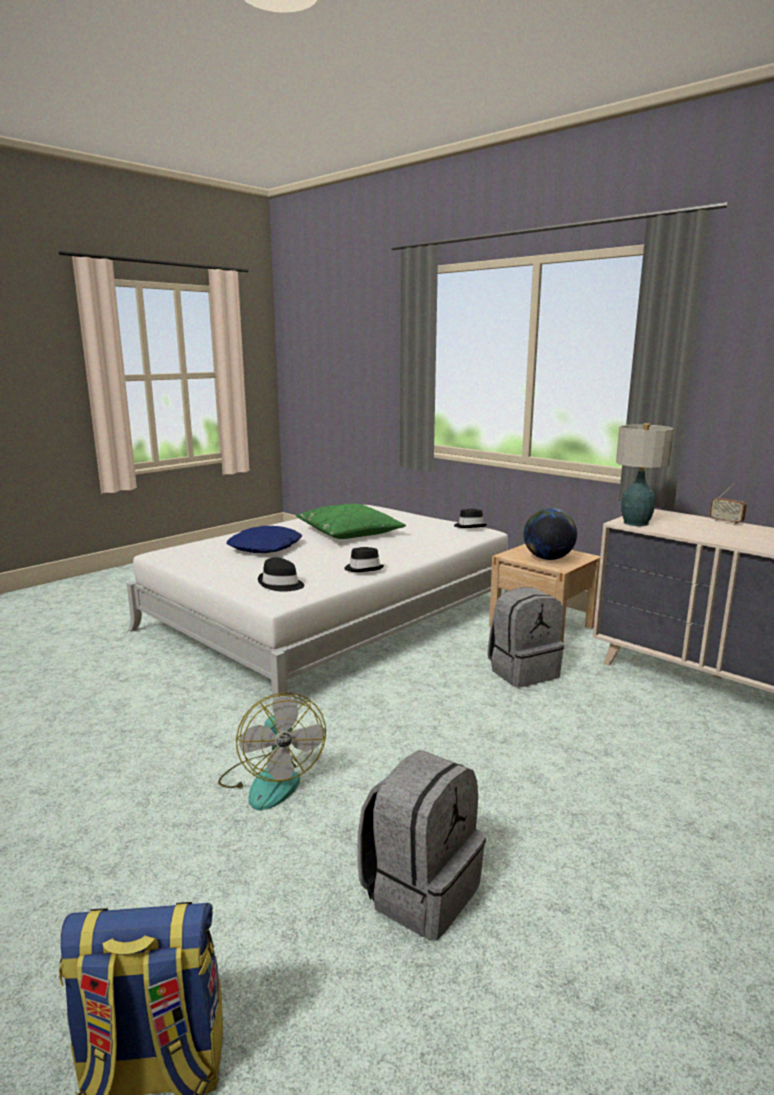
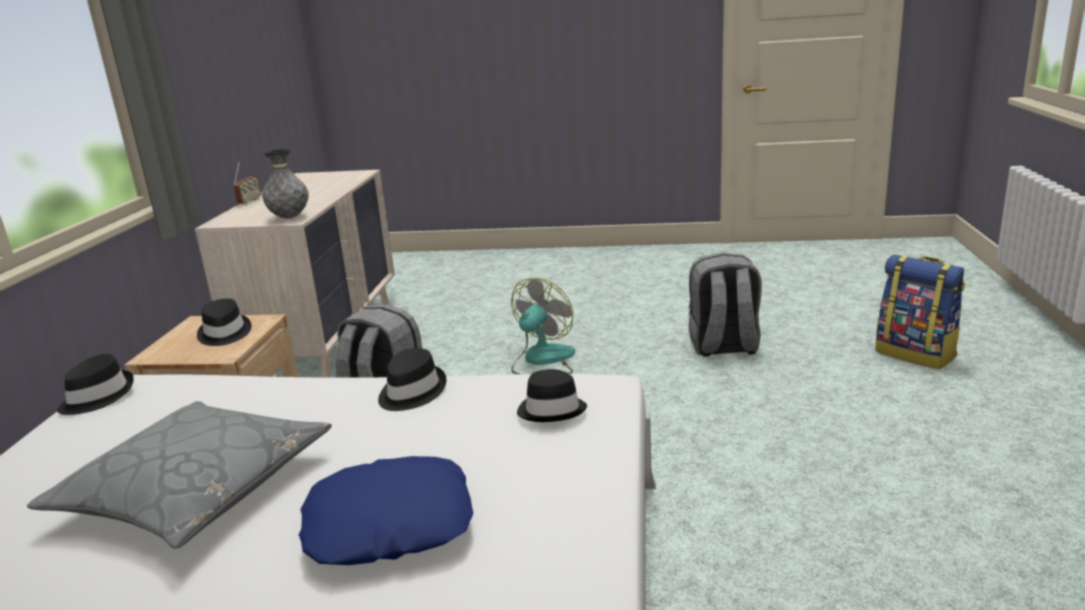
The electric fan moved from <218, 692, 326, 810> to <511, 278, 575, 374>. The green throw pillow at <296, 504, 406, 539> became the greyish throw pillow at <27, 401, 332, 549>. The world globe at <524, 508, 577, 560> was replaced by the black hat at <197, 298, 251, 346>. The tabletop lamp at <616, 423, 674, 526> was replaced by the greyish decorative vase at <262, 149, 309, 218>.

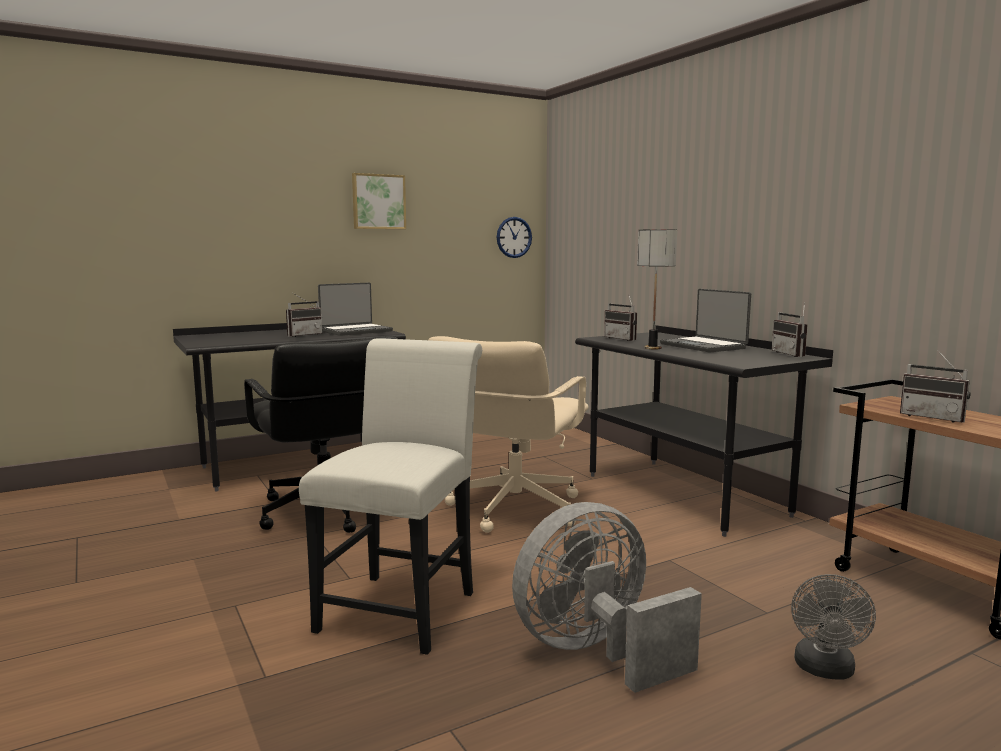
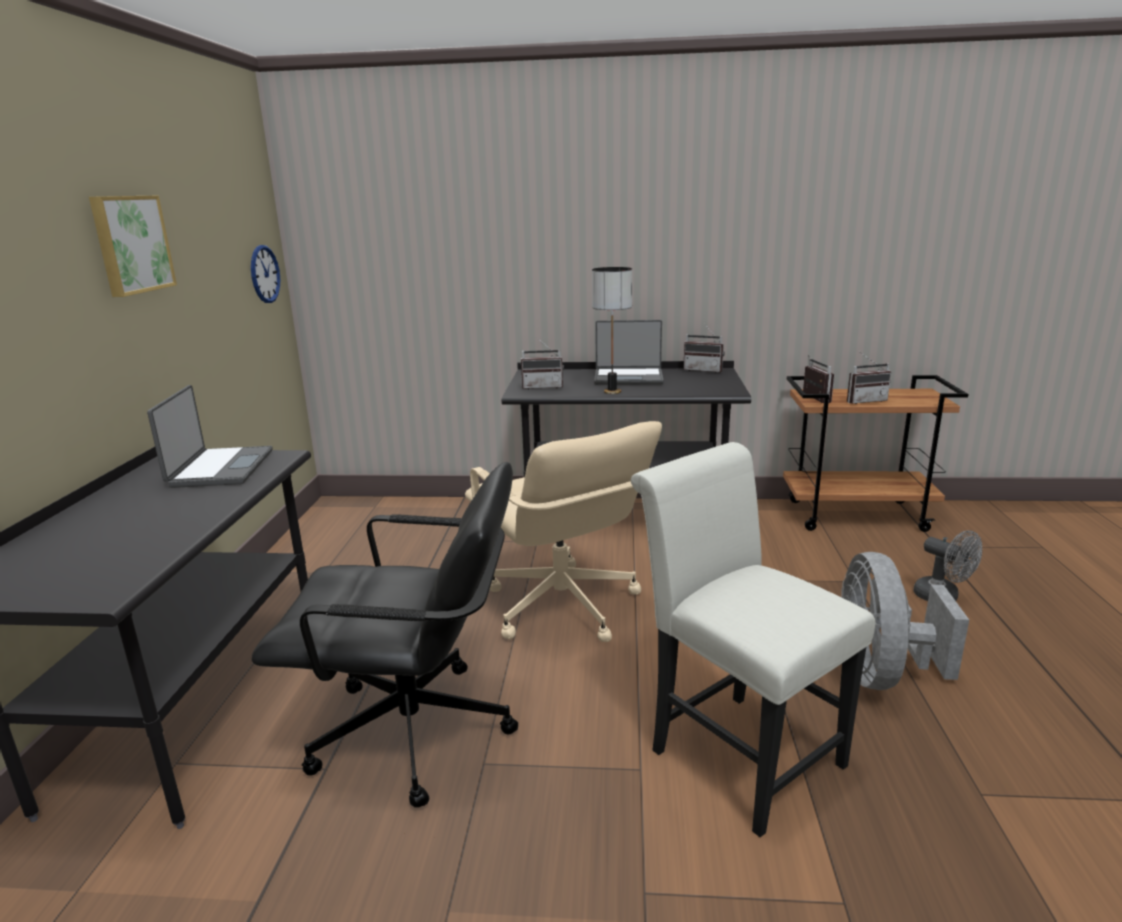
The radio moved from <286, 293, 322, 337> to <803, 356, 834, 404>.

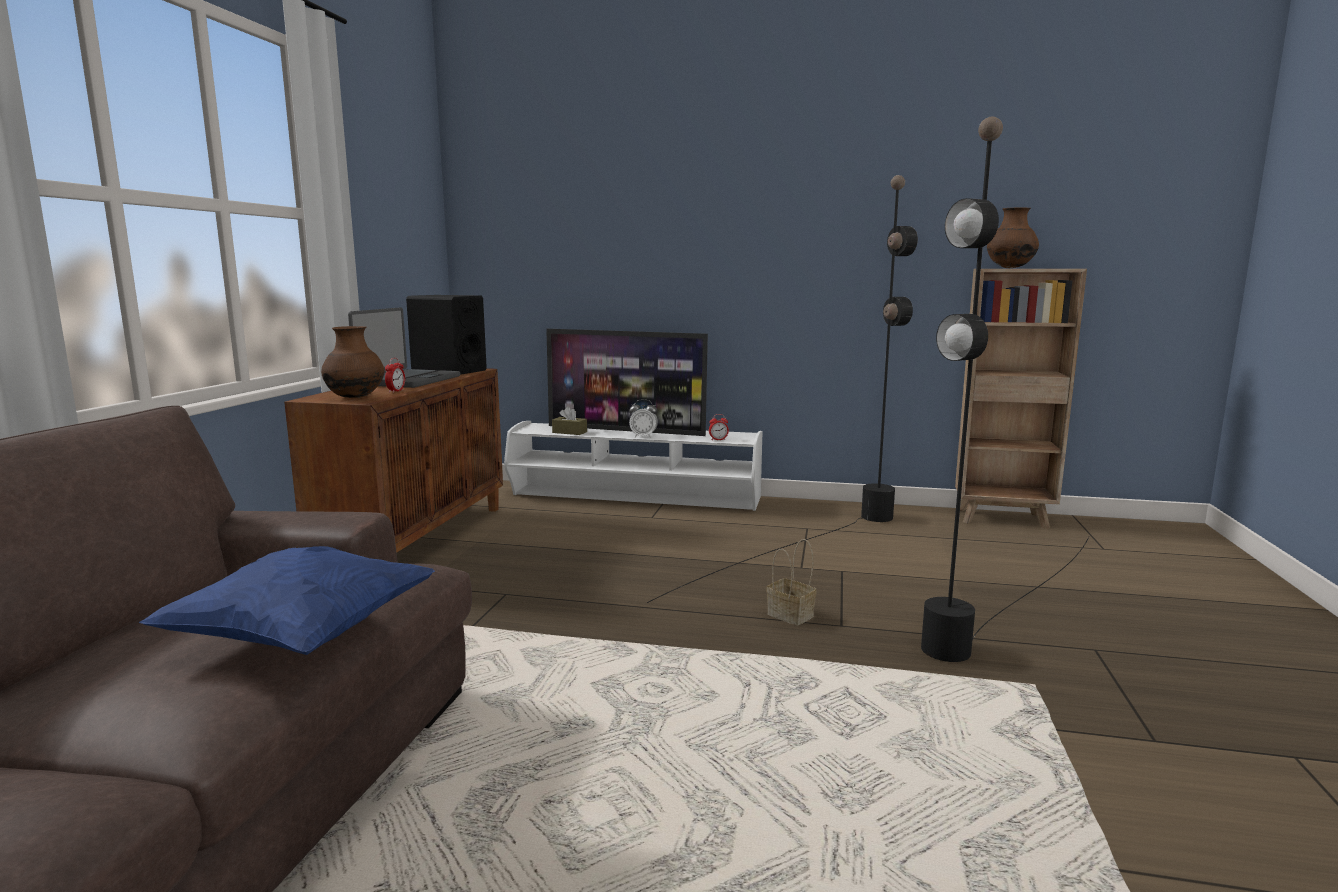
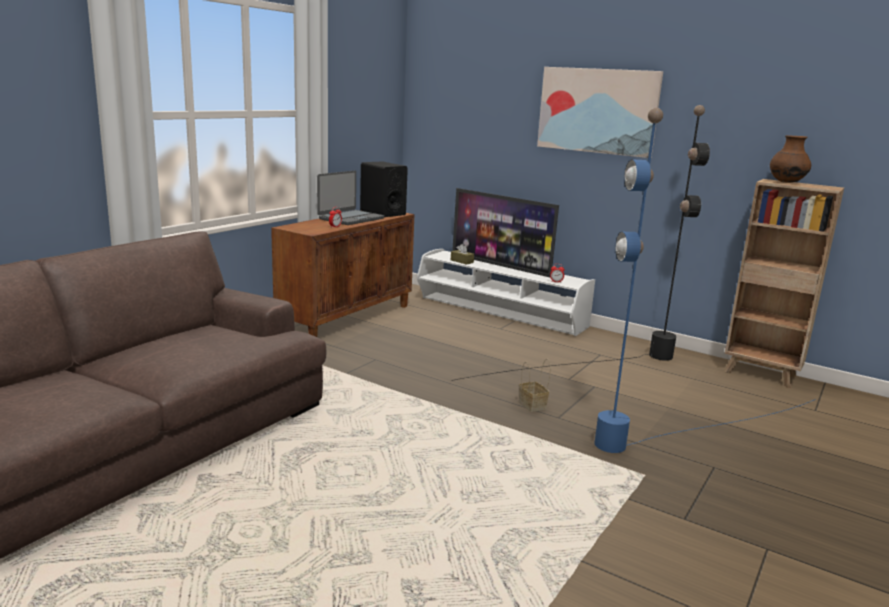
The blue throw pillow at <139, 546, 435, 655> disappeared. The brownish decorative vase at <321, 326, 384, 398> disappeared. The table clock at <629, 399, 658, 438> disappeared. The black standard lamp at <921, 117, 1089, 662> became the blue standard lamp at <595, 108, 816, 453>. The wall art at <537, 67, 663, 158> appeared.

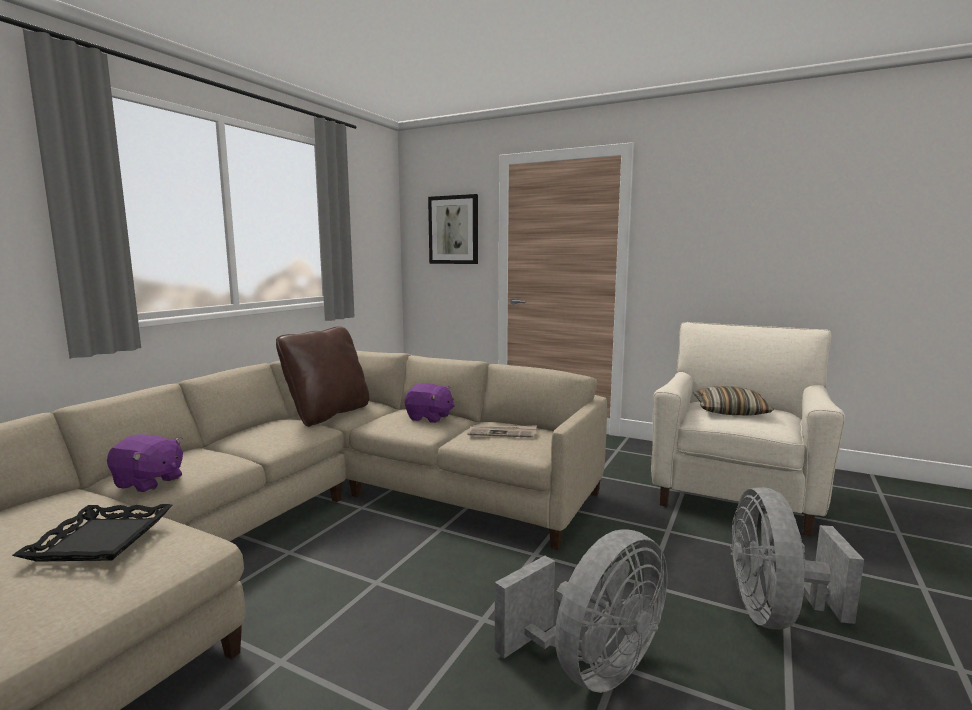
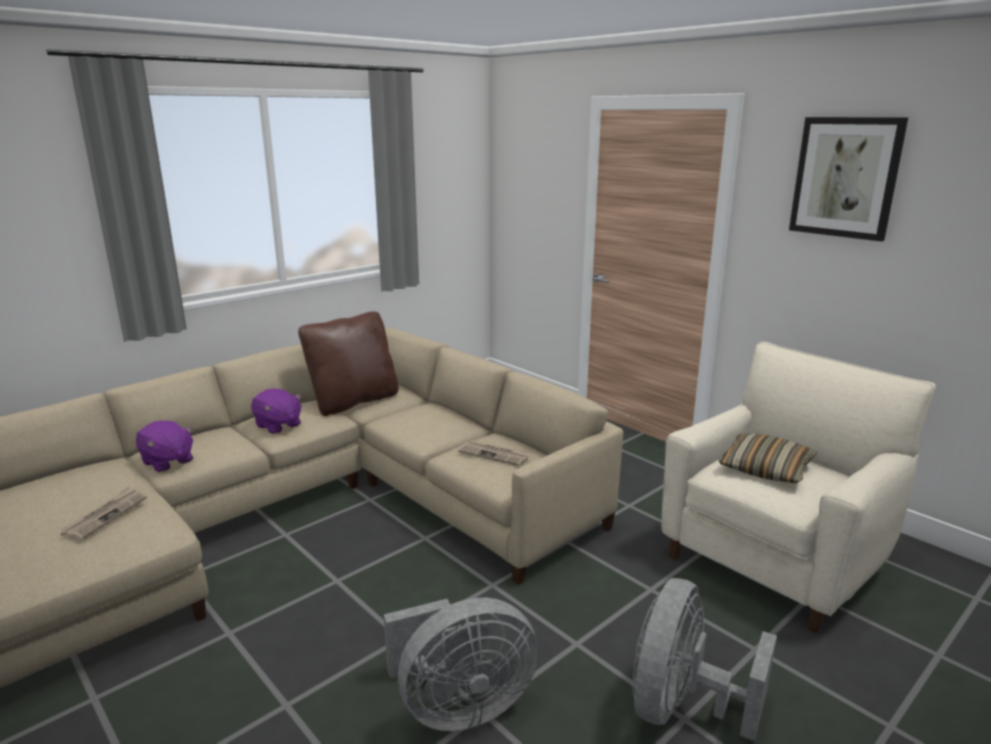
The black tray at <12, 504, 172, 562> was replaced by the printed paper at <60, 486, 147, 541>. The purplish cuddly toy moved from <405, 383, 455, 423> to <251, 389, 302, 434>. The wall art moved from <428, 194, 478, 264> to <789, 117, 908, 242>.

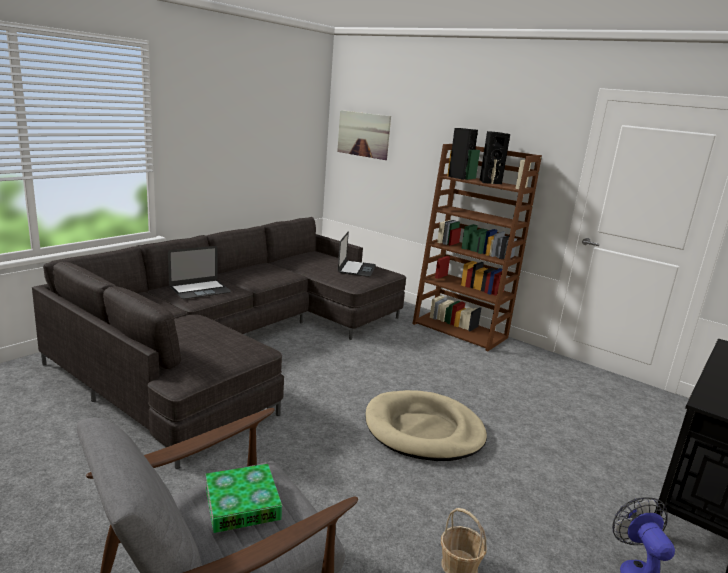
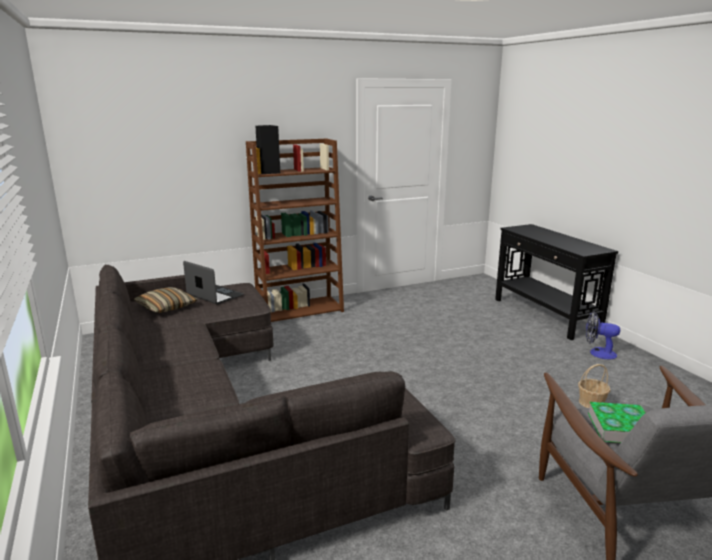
The portable computer at <168, 246, 231, 299> disappeared. The wall art at <337, 110, 391, 160> disappeared. The sand-coloured dog bed at <366, 390, 487, 461> disappeared. The black speaker at <480, 131, 510, 184> disappeared. The throw pillow at <134, 287, 198, 313> appeared.

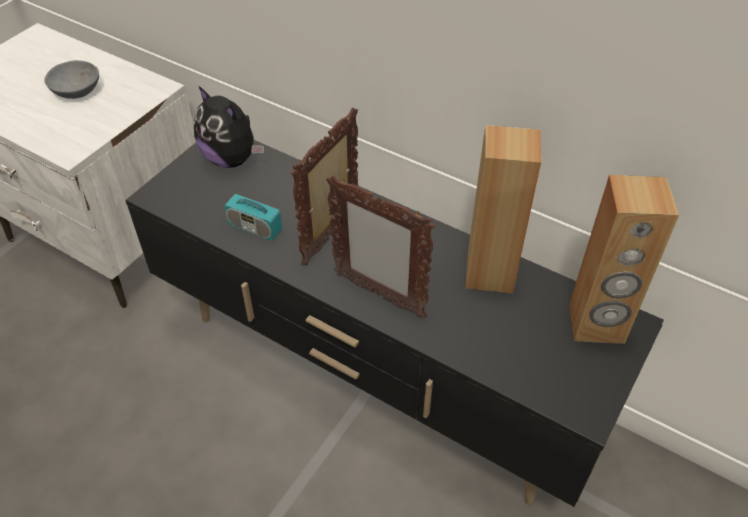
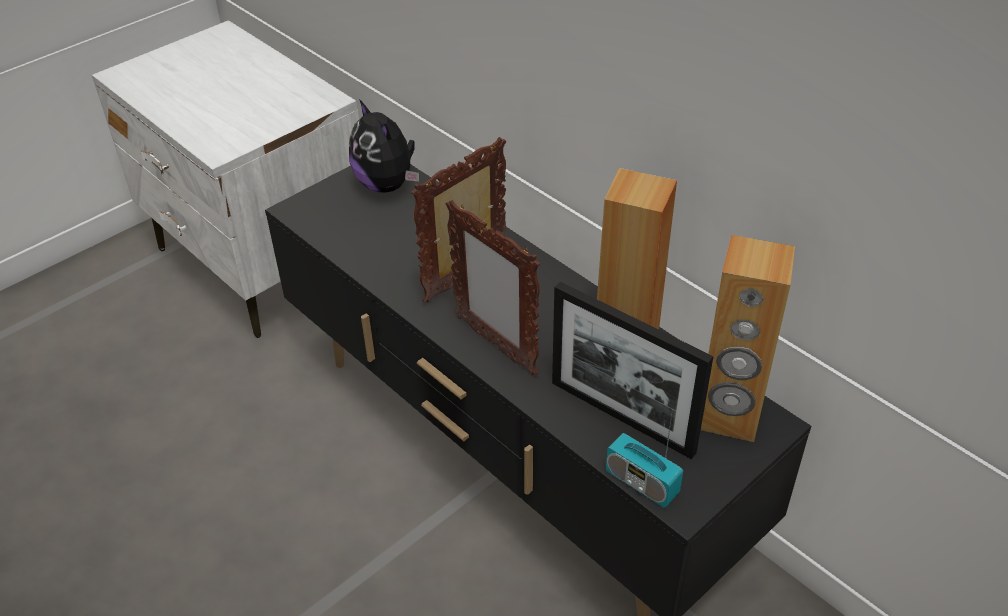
The greyish deep dish at <44, 60, 99, 99> disappeared. The radio moved from <224, 168, 282, 241> to <606, 409, 683, 508>. The standing frame at <552, 282, 713, 459> appeared.

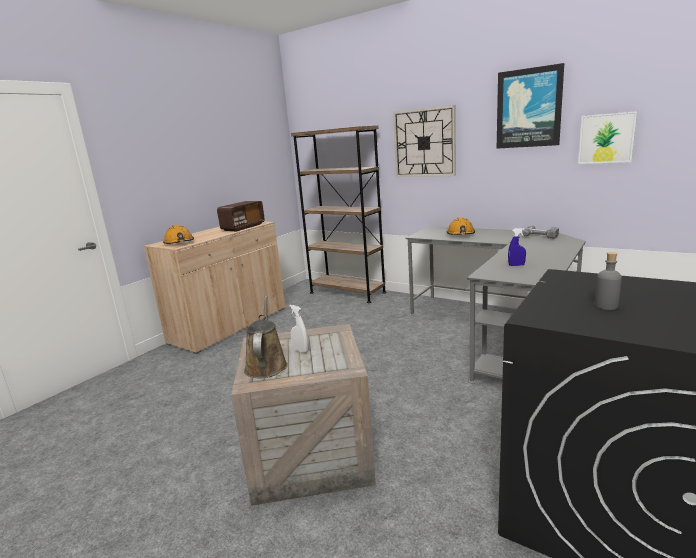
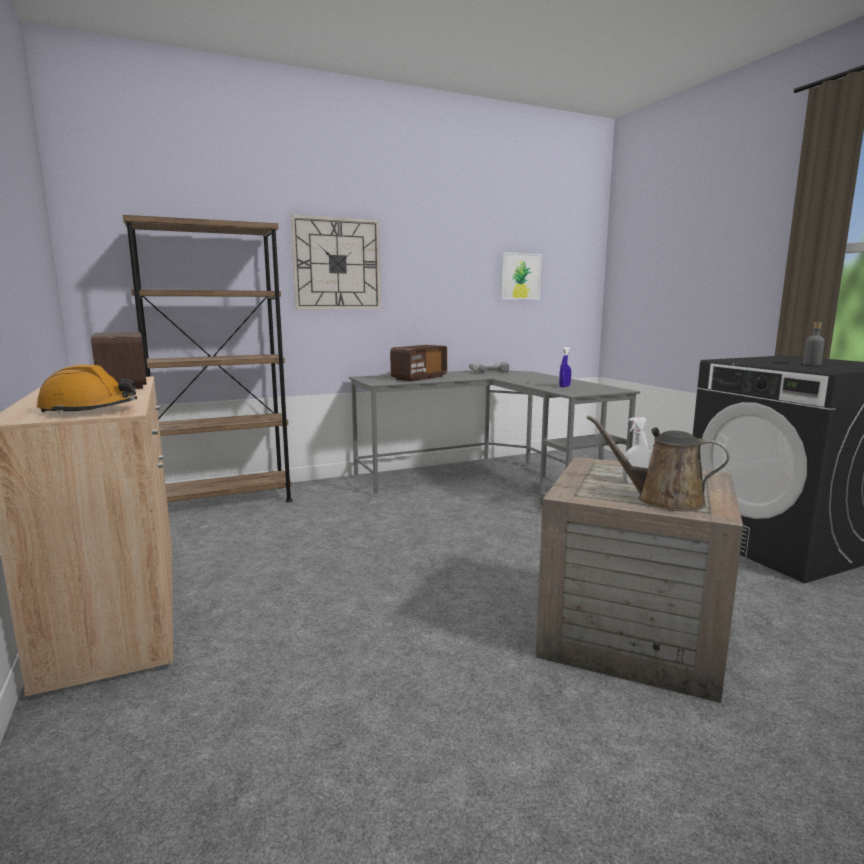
The orange-coloured work helmet at <447, 217, 475, 235> was replaced by the radio at <390, 345, 447, 381>. The wall art at <497, 63, 564, 149> disappeared.

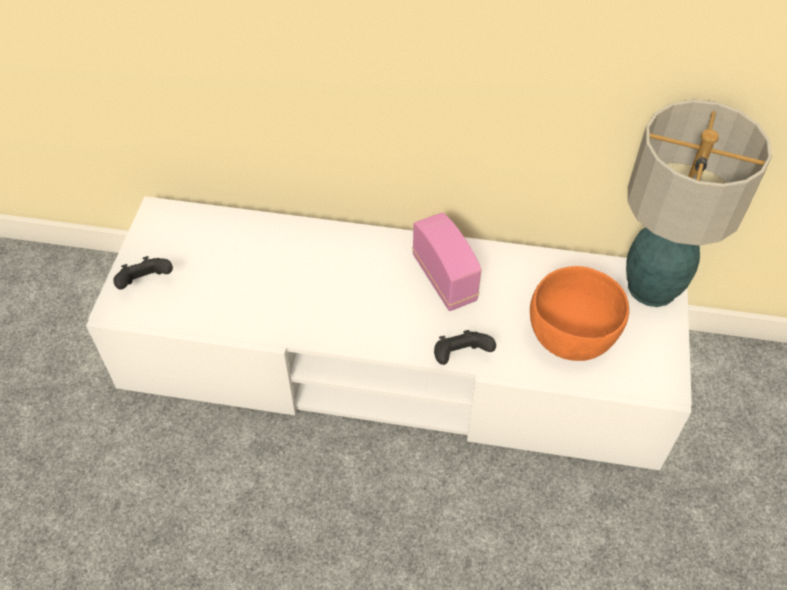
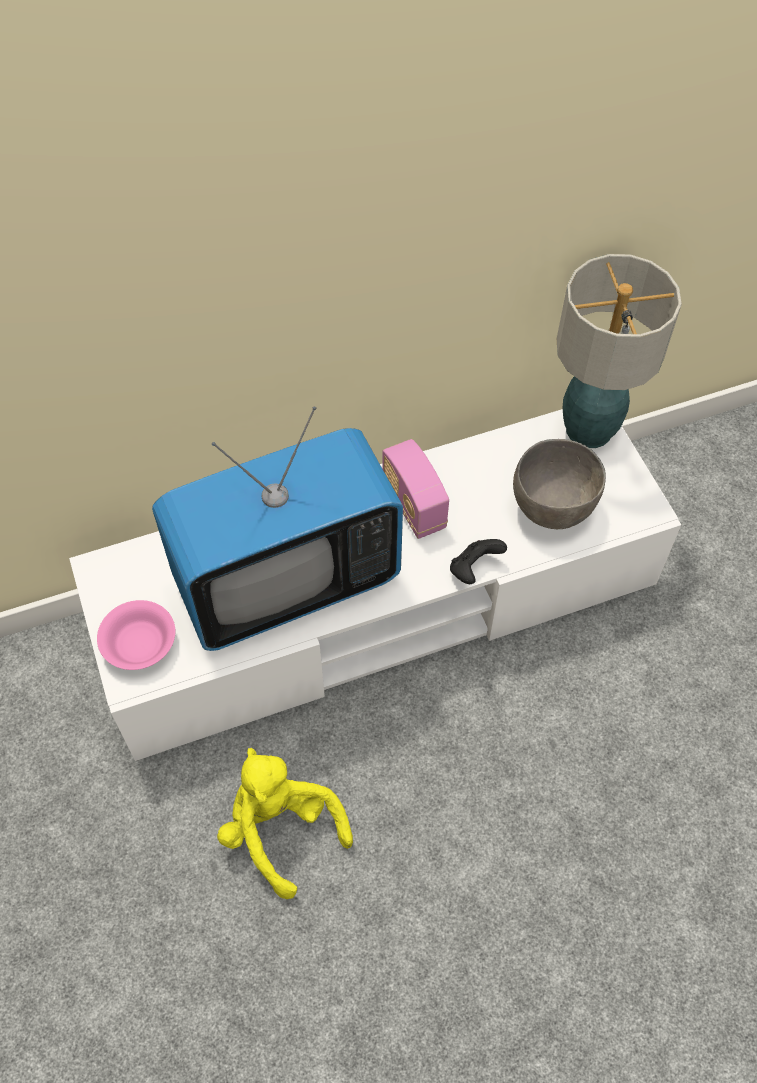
The black game controller at <113, 256, 173, 289> was replaced by the pinkish deep dish at <97, 600, 175, 670>. The radio at <412, 213, 481, 311> turned 150 degrees counterclockwise. The orange-coloured deep dish at <530, 266, 629, 361> became the greyish deep dish at <513, 439, 606, 529>. The TV set at <152, 406, 403, 651> appeared. The yellow-coloured cuddly toy at <217, 748, 353, 899> appeared.

